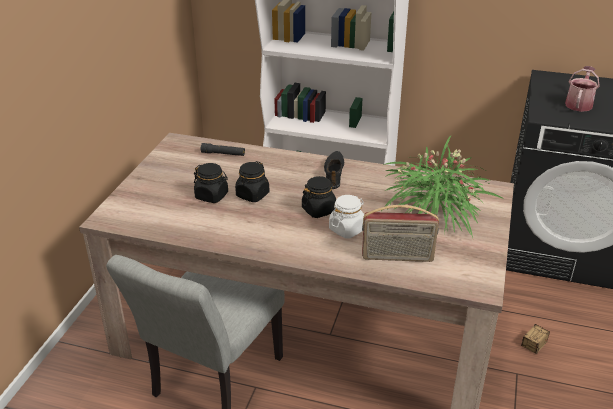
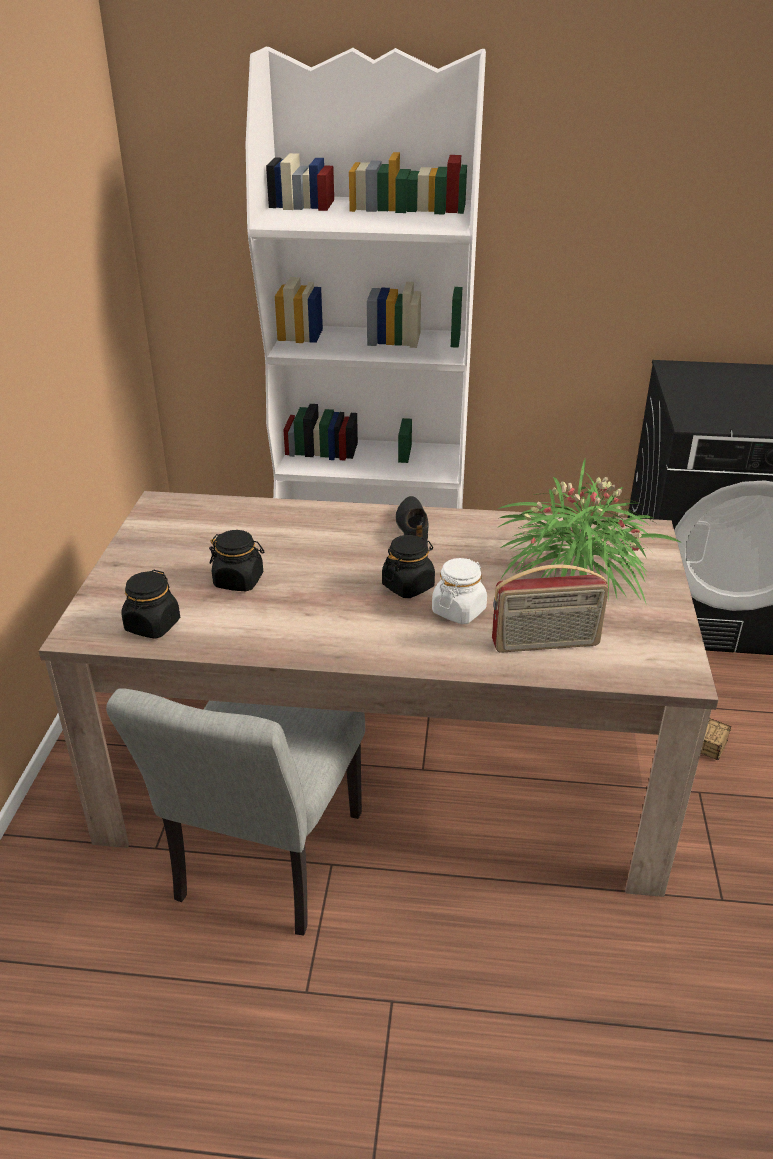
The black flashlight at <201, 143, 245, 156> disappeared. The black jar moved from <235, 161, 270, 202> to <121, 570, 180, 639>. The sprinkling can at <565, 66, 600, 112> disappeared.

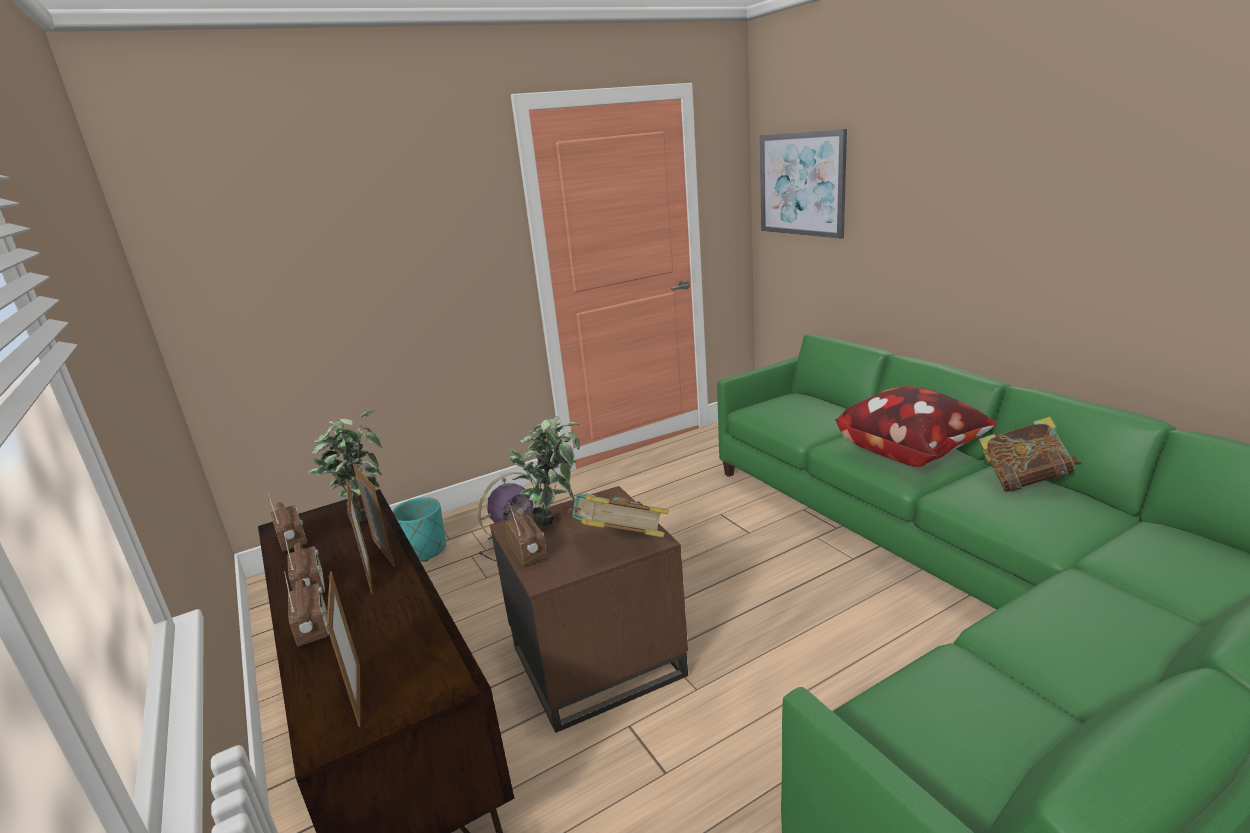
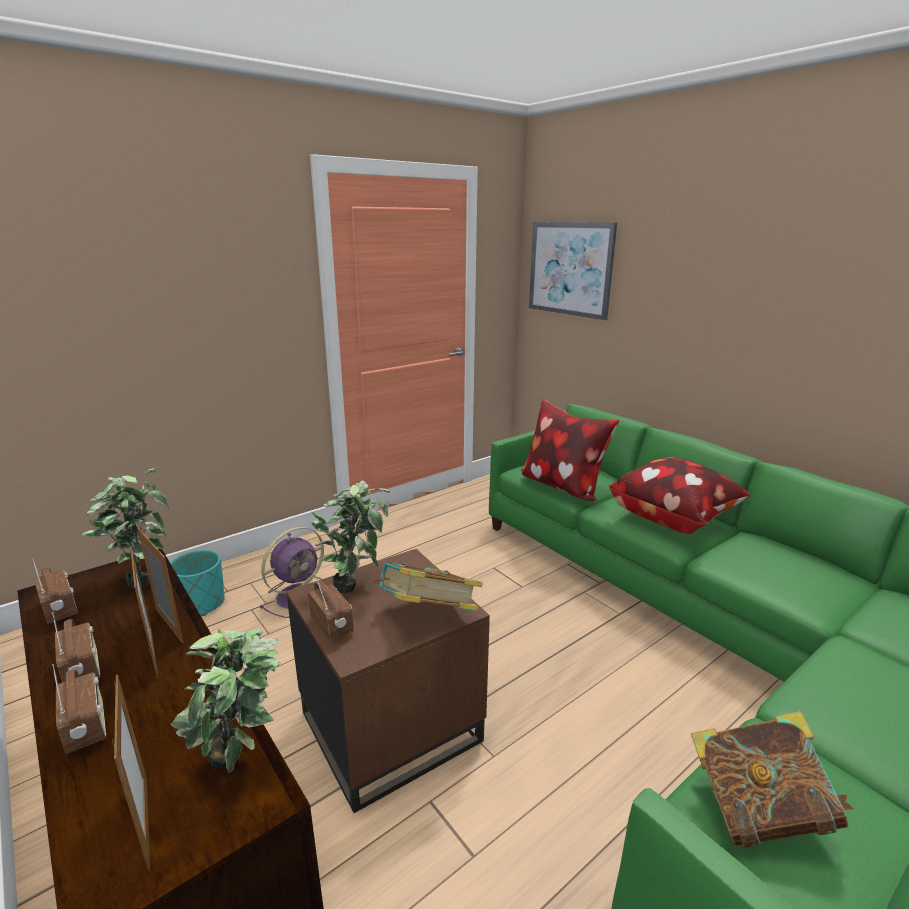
The volume moved from <979, 417, 1080, 492> to <691, 711, 854, 848>. The houseplant at <171, 628, 281, 773> appeared. The throw pillow at <521, 399, 619, 501> appeared.

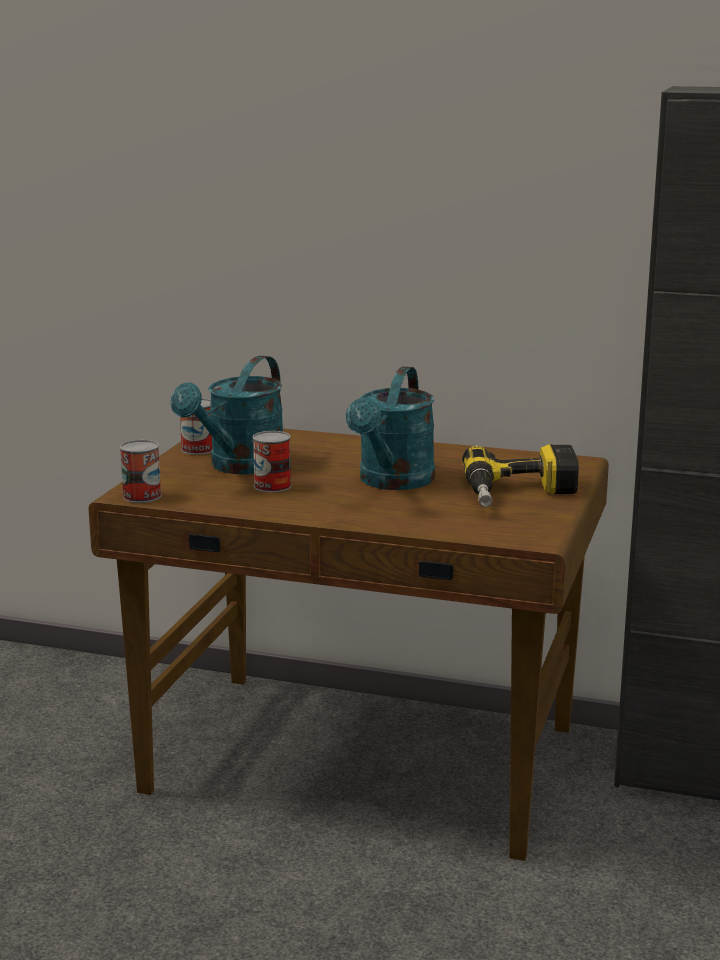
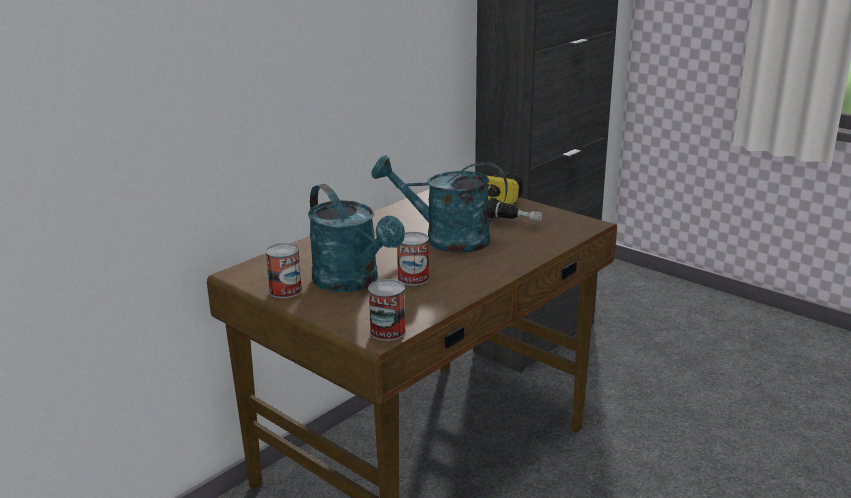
The turquoise-coloured sprinkling can at <346, 366, 435, 490> turned 150 degrees clockwise.

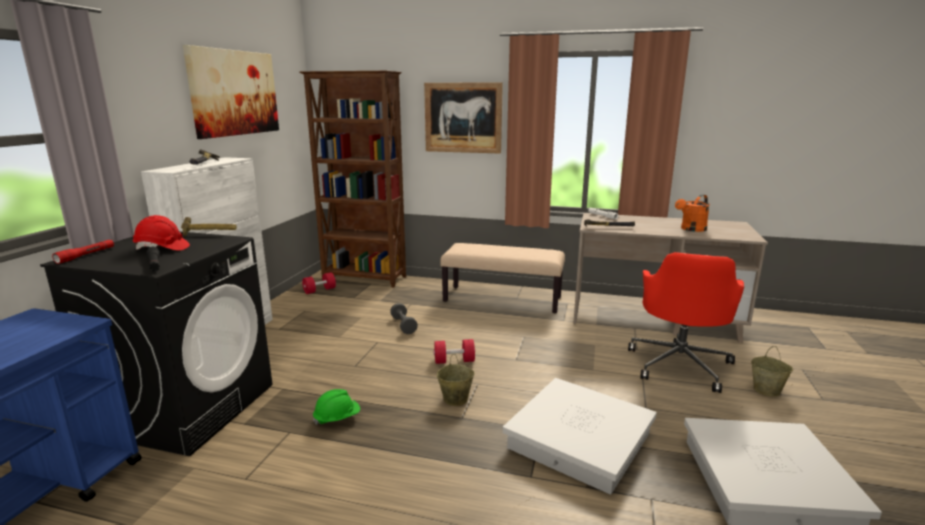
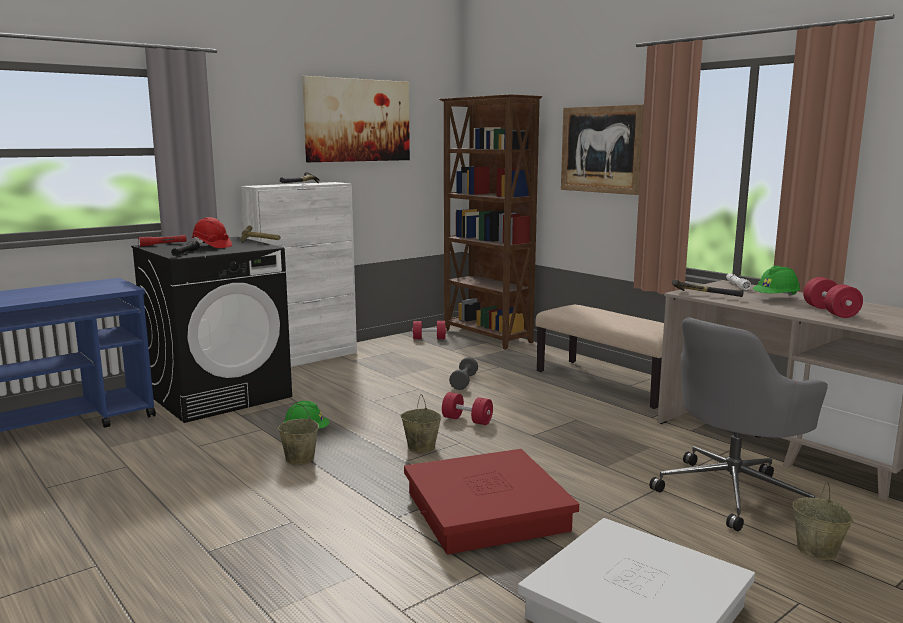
The white-coloured storage box at <503, 378, 657, 495> became the reddish storage box at <404, 449, 579, 554>. The reddish office chair at <628, 252, 744, 393> became the greyish office chair at <649, 317, 828, 531>. The orange-coloured sprinkling can at <675, 195, 710, 232> was replaced by the reddish hand weight at <803, 277, 863, 318>. The sand-coloured water bucket at <278, 404, 319, 465> appeared. The green work helmet at <753, 266, 800, 296> appeared.

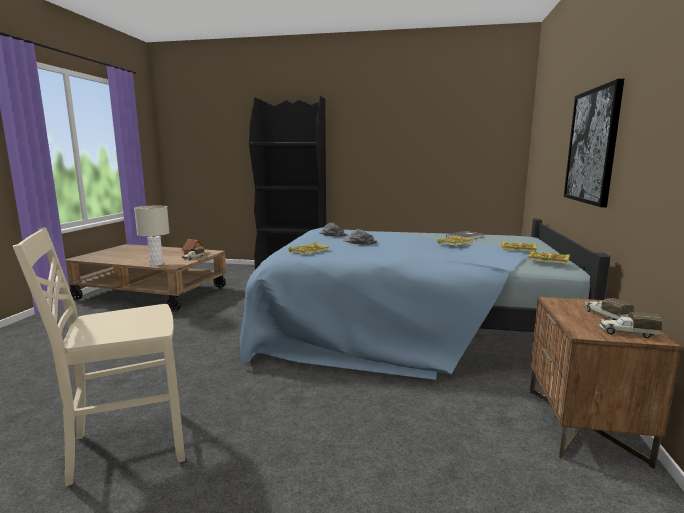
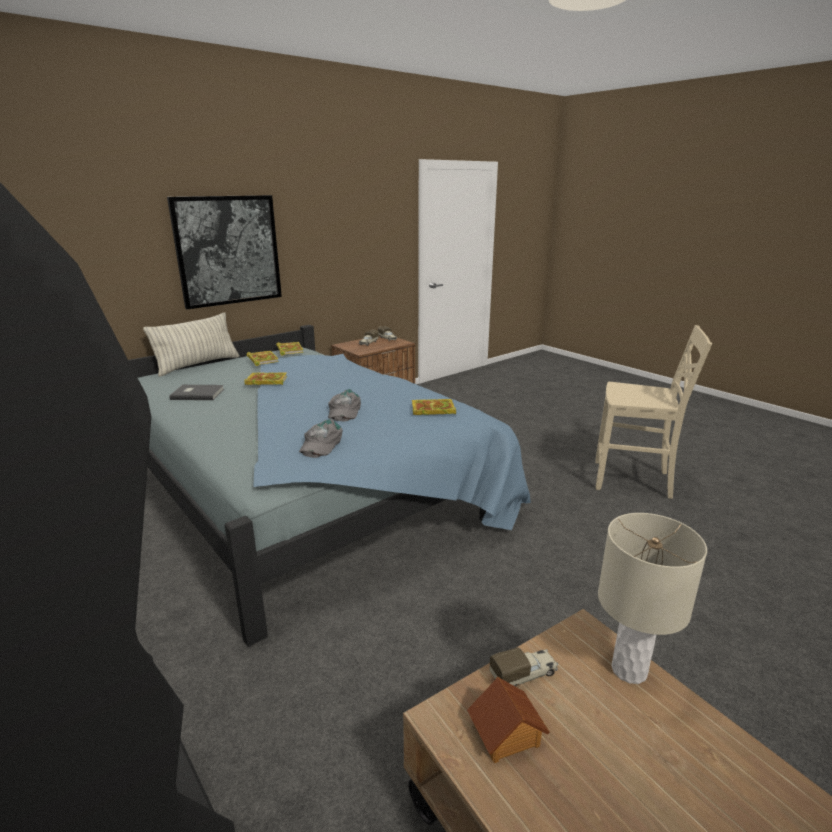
The throw pillow at <143, 312, 239, 377> appeared.

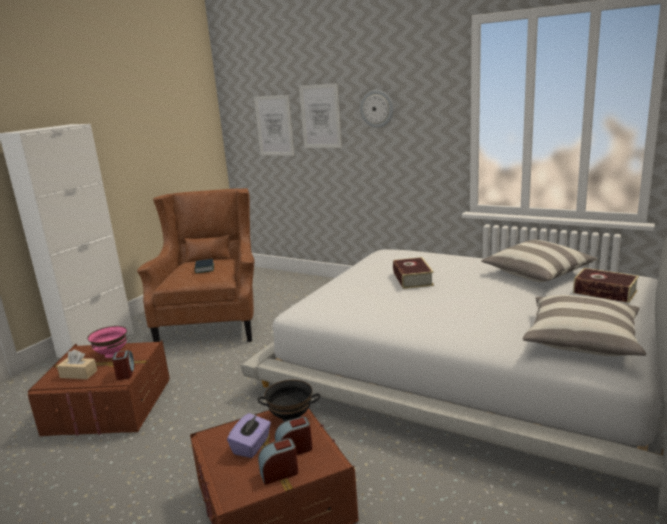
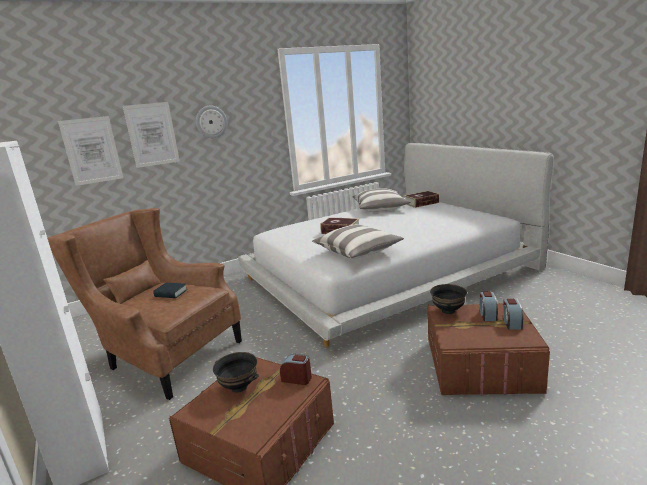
The sand-coloured tissue box at <57, 350, 97, 379> disappeared. The pinkish deep dish at <87, 326, 127, 358> became the black deep dish at <213, 352, 259, 393>. The purplish tissue box at <227, 413, 271, 458> disappeared. The throw pillow moved from <523, 295, 646, 356> to <312, 225, 404, 259>.

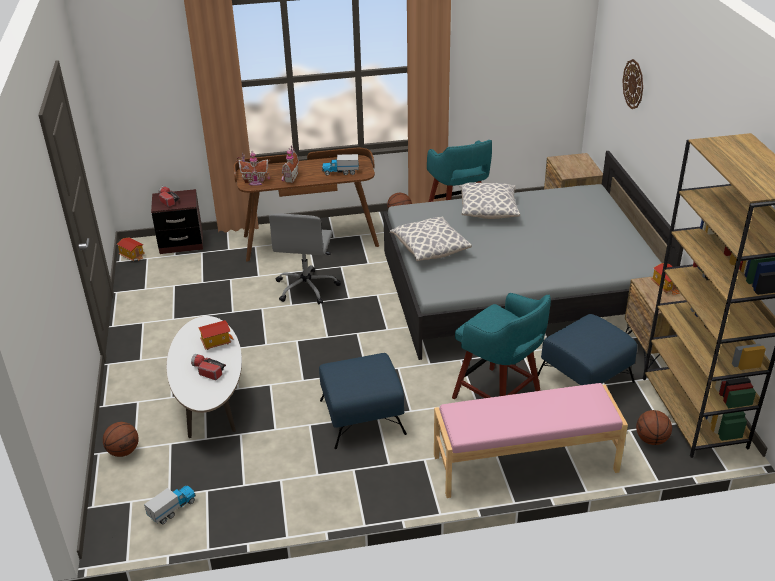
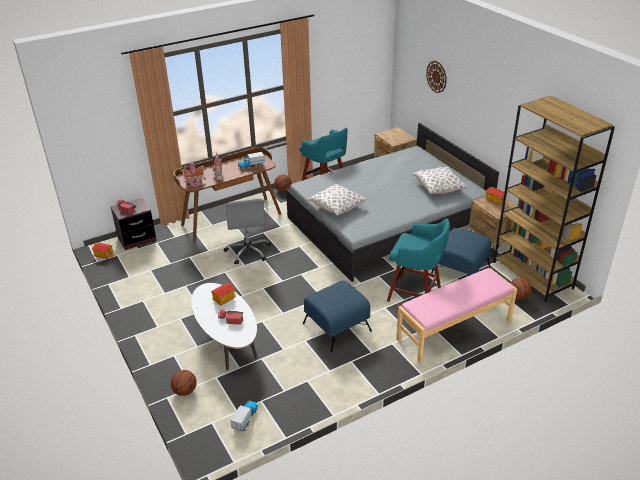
The throw pillow moved from <460, 183, 520, 219> to <412, 167, 467, 194>.

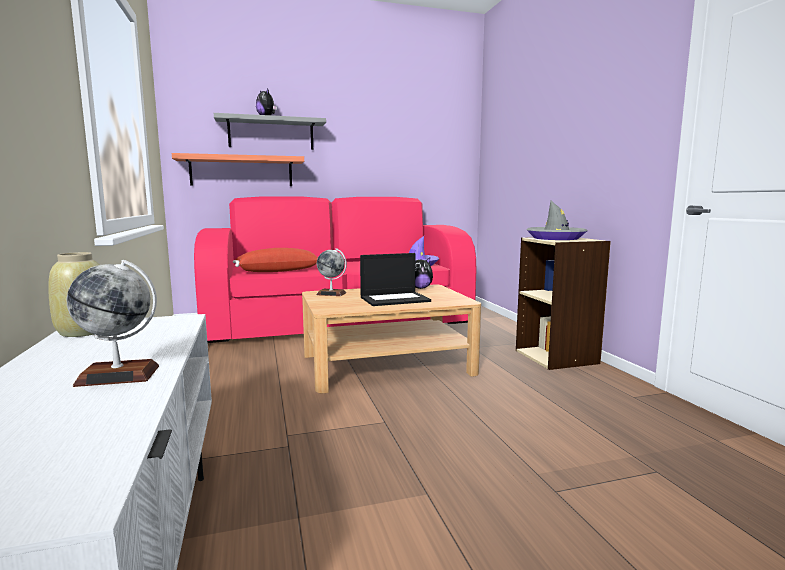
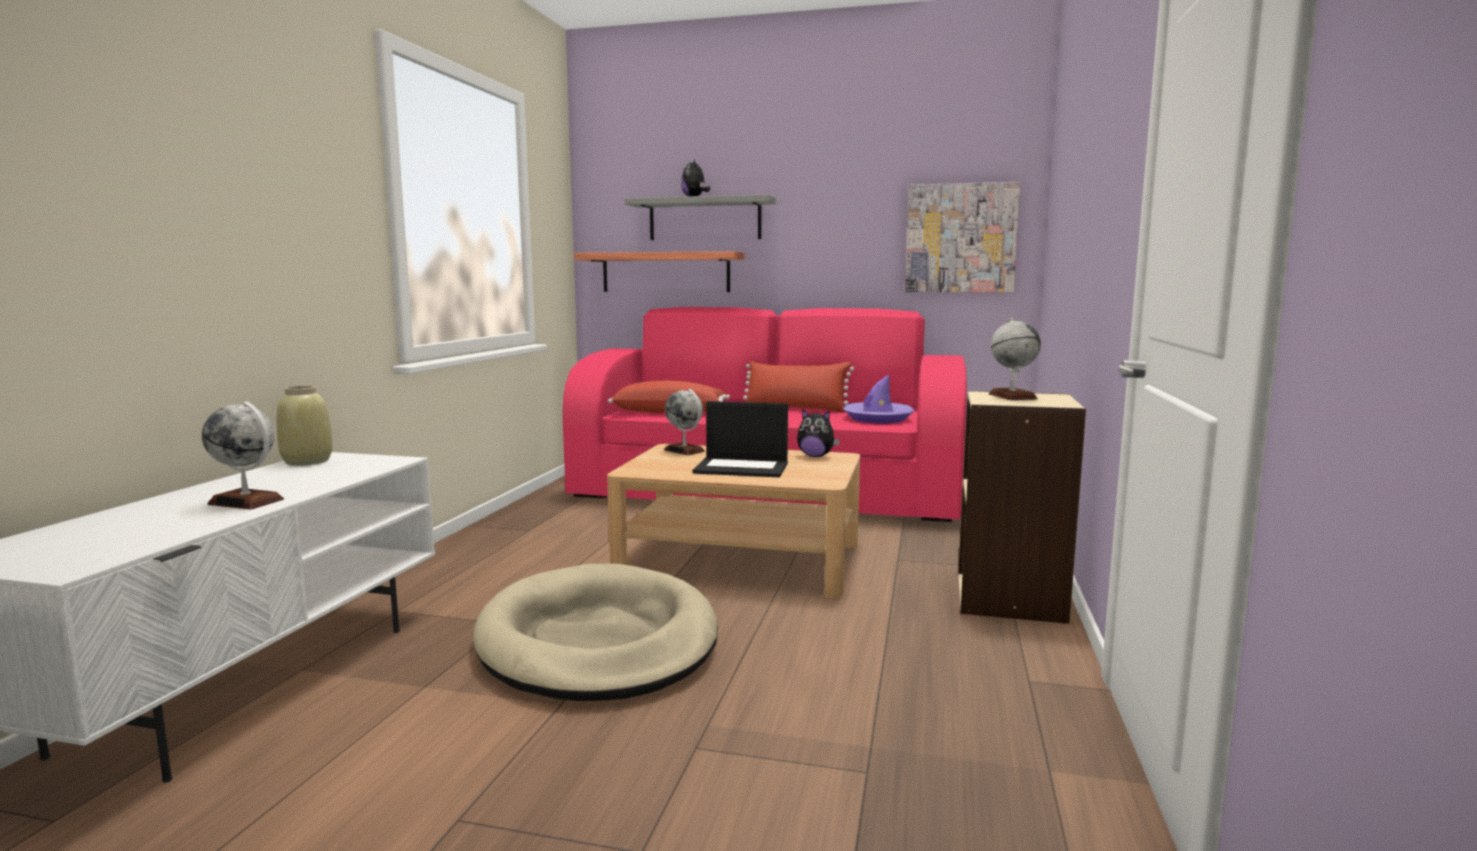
The greyish hat at <526, 201, 587, 240> was replaced by the world globe at <989, 318, 1041, 400>. The sand-coloured dog bed at <473, 564, 718, 701> appeared. The reddish throw pillow at <743, 361, 854, 413> appeared. The wall art at <905, 182, 1020, 292> appeared.

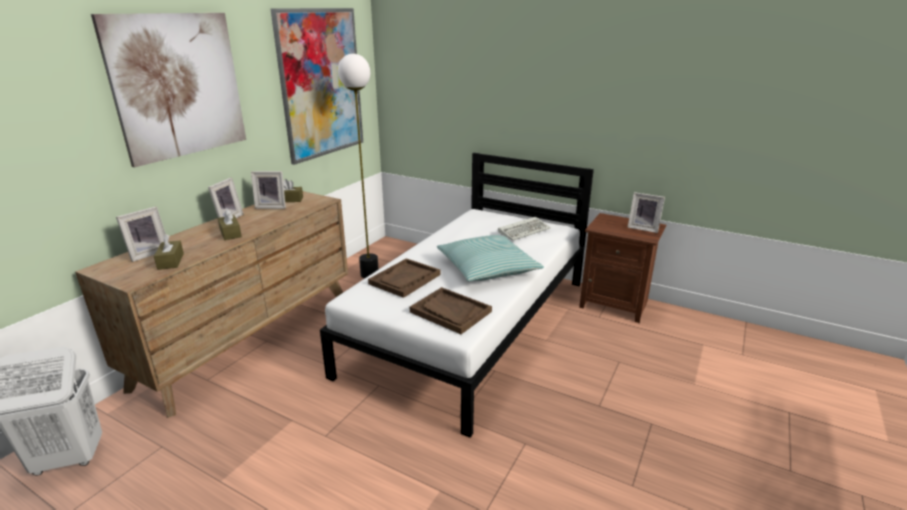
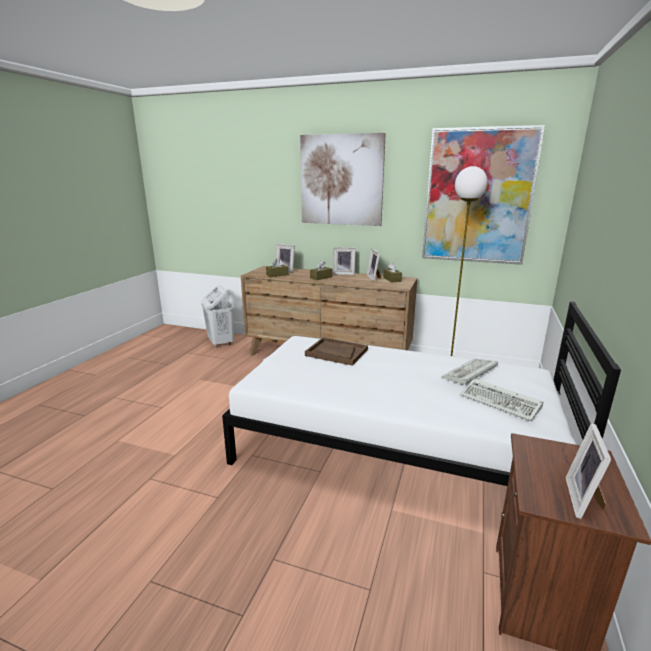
The brownish tray at <410, 287, 492, 334> disappeared. The throw pillow at <437, 235, 544, 281> disappeared. The keyboard at <441, 359, 498, 385> appeared.

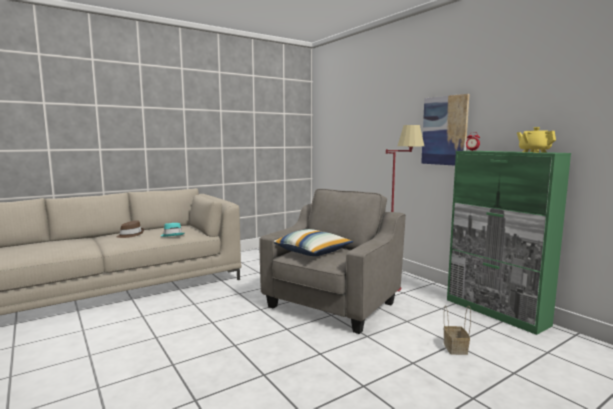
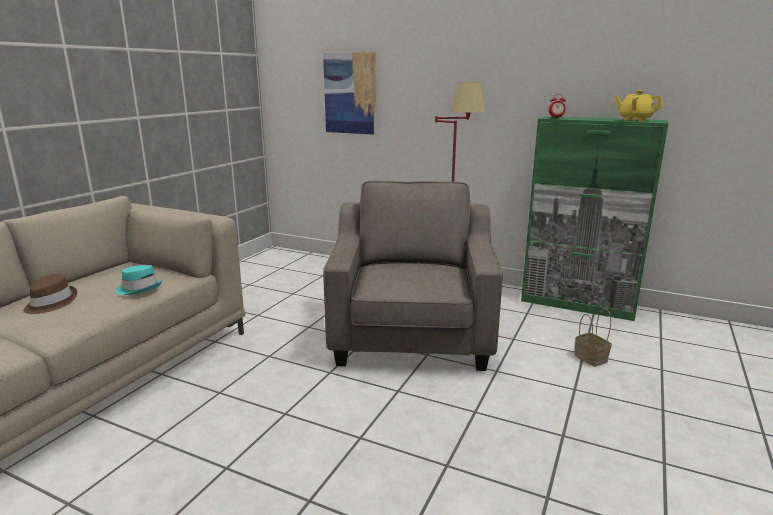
The throw pillow at <274, 229, 353, 256> disappeared. The wall art moved from <421, 94, 469, 166> to <323, 52, 376, 135>.

